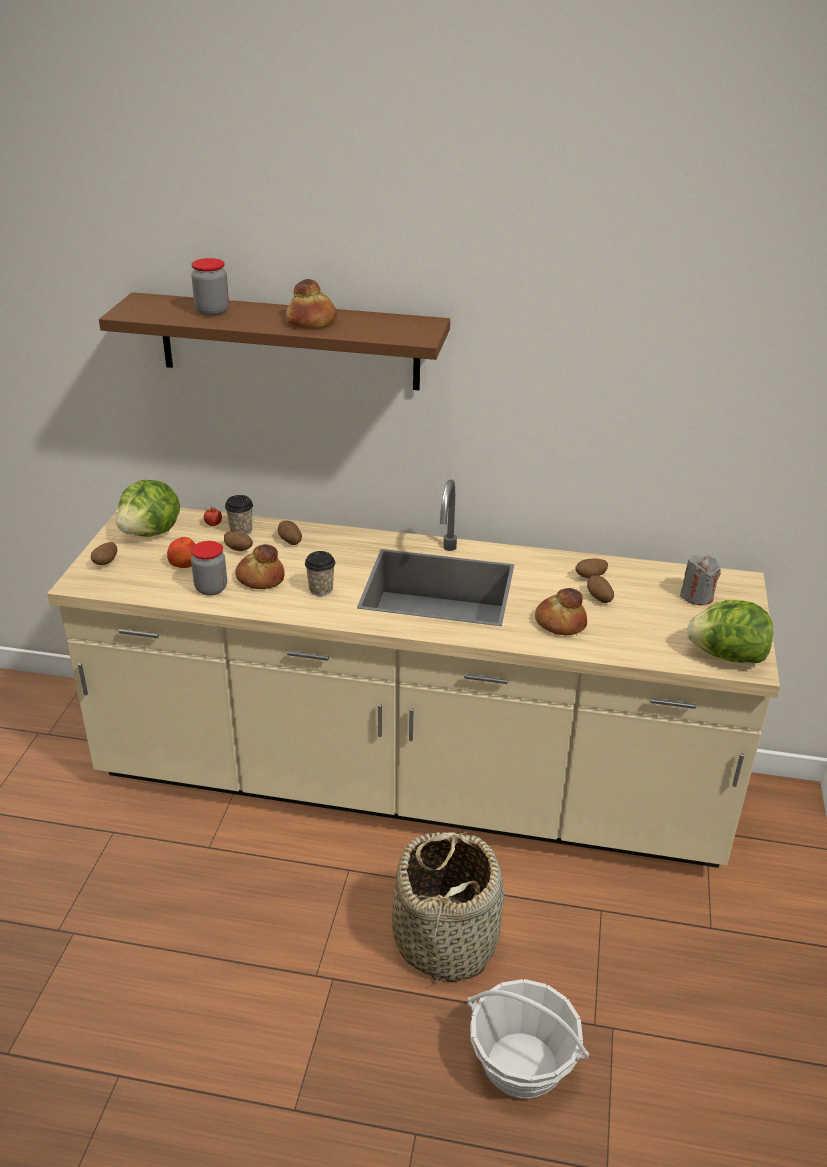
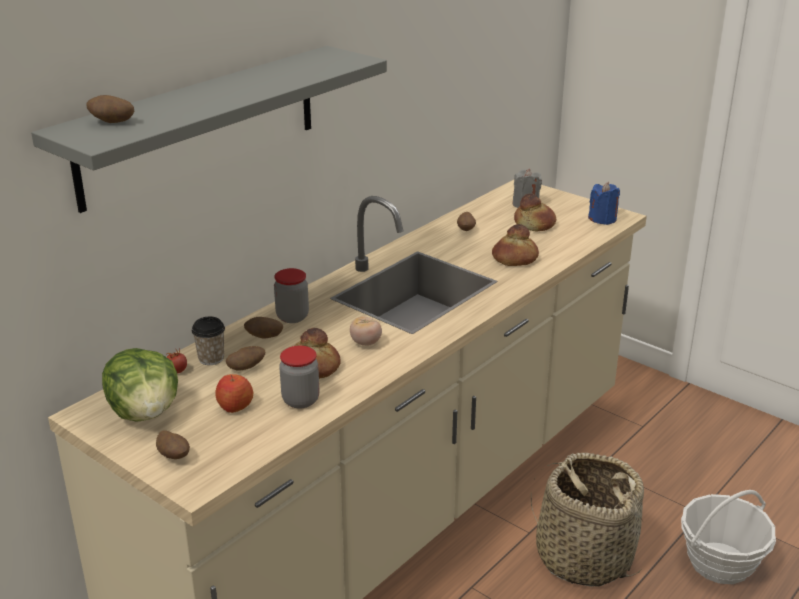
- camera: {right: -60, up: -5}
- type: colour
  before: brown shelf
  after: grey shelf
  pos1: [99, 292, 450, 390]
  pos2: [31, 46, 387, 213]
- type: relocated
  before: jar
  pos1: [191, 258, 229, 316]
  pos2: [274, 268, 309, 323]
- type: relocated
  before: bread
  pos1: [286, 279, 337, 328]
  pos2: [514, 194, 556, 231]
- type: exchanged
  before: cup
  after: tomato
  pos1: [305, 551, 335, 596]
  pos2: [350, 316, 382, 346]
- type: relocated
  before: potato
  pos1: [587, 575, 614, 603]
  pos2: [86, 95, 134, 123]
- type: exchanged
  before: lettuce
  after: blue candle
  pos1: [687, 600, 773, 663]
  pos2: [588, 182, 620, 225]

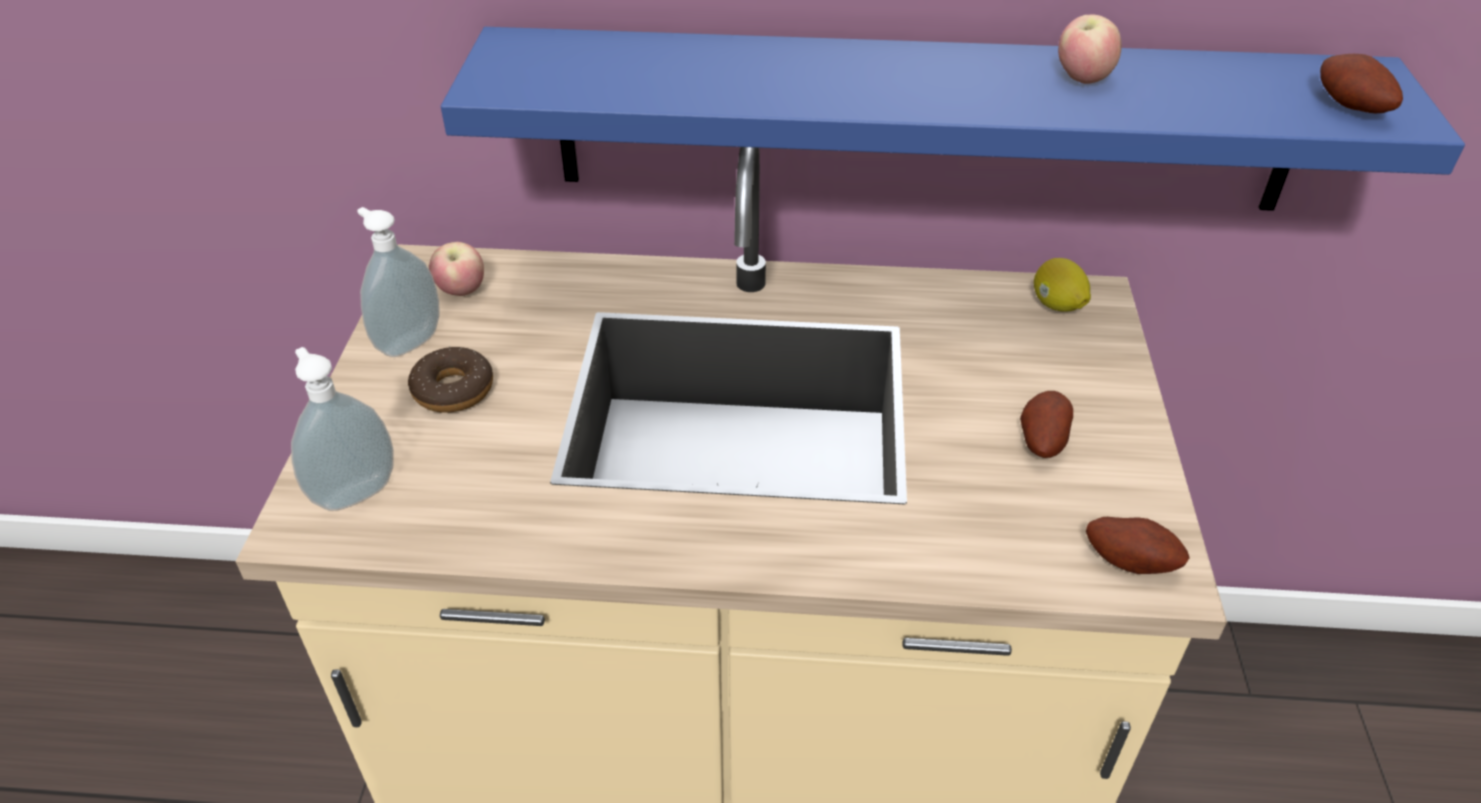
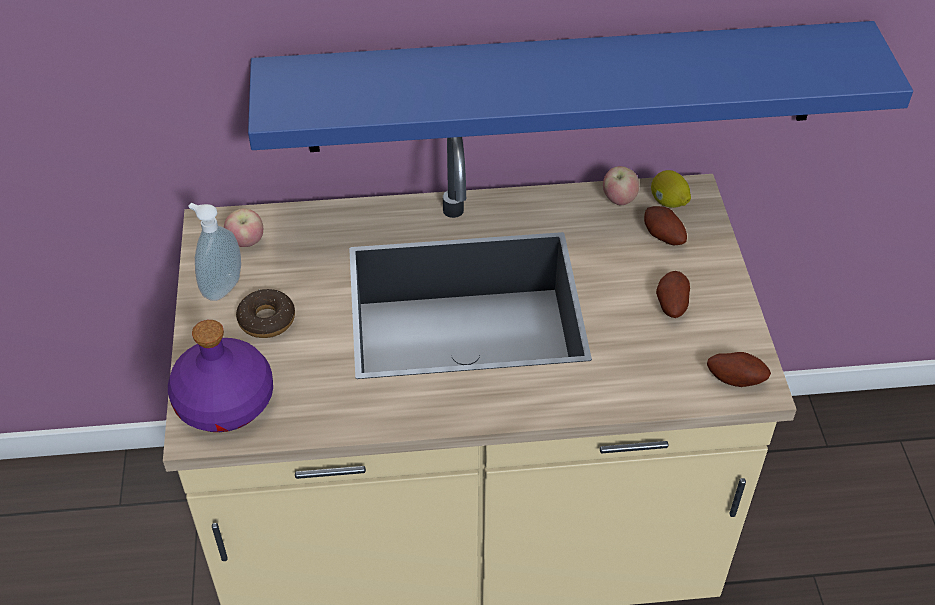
- camera: {right: -10, up: 5}
- type: exchanged
  before: soap dispenser
  after: purple bottle
  pos1: [291, 347, 394, 511]
  pos2: [168, 320, 273, 432]
- type: relocated
  before: apple
  pos1: [1058, 15, 1122, 84]
  pos2: [603, 166, 639, 205]
- type: relocated
  before: potato
  pos1: [1320, 54, 1403, 113]
  pos2: [644, 206, 687, 246]

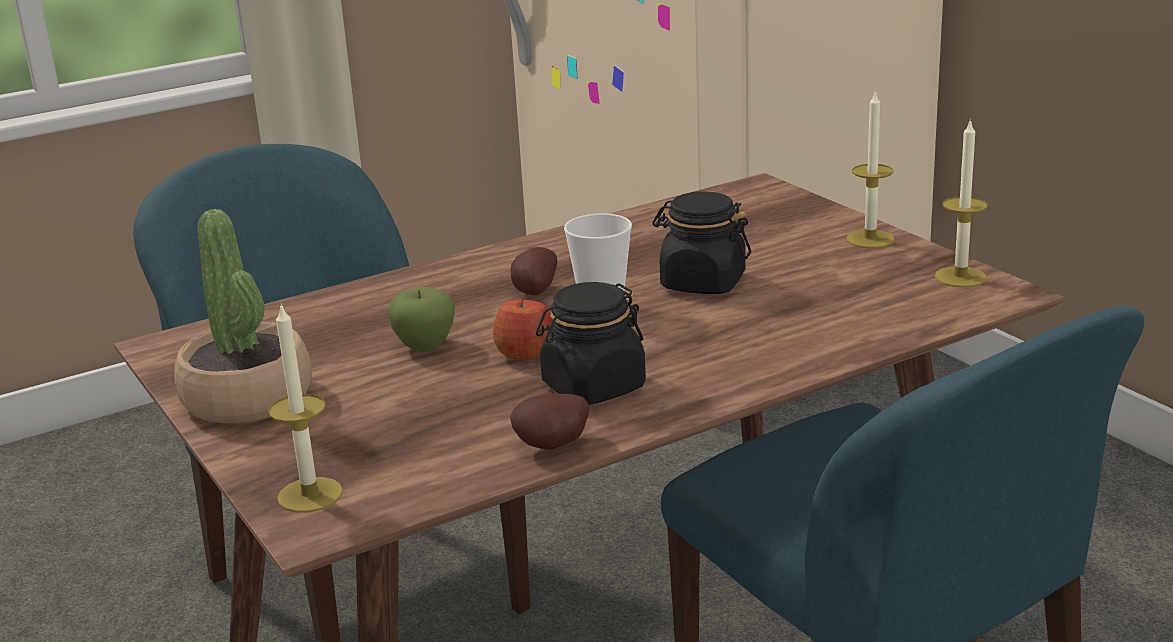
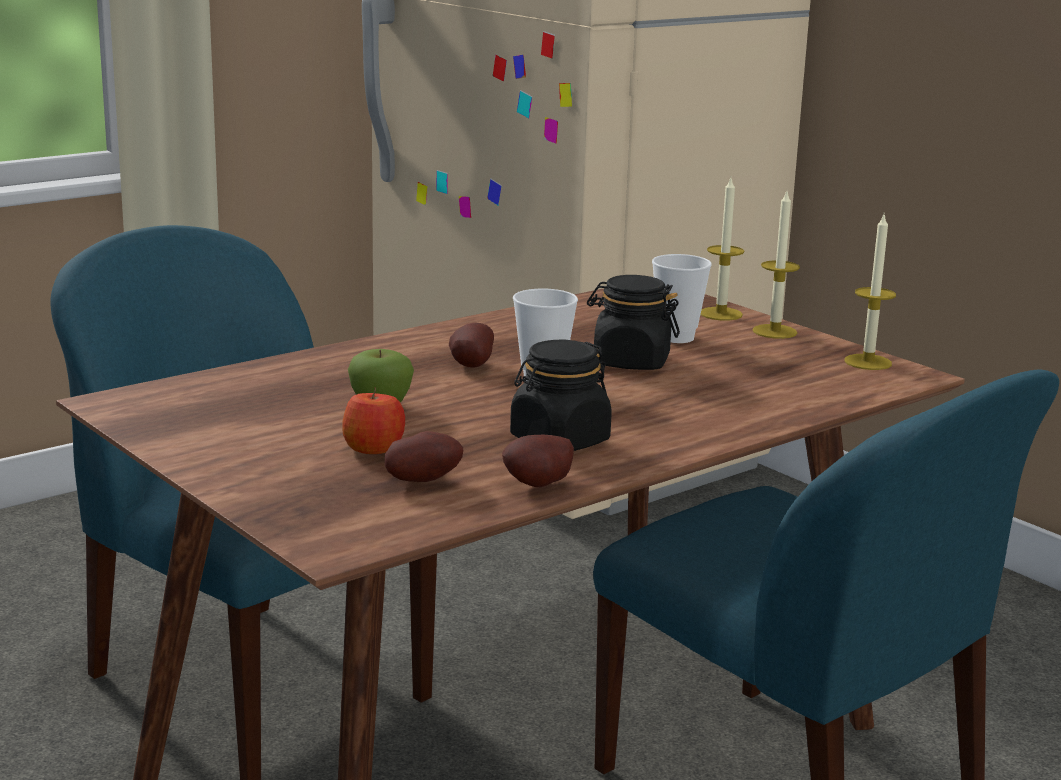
- camera: {right: -10, up: -5}
- type: missing
  before: potted plant
  pos1: [174, 209, 312, 424]
- type: relocated
  before: candle
  pos1: [268, 303, 343, 513]
  pos2: [700, 178, 744, 320]
- type: relocated
  before: apple
  pos1: [493, 296, 552, 360]
  pos2: [342, 387, 405, 454]
- type: appeared
  after: potato
  pos2: [385, 431, 463, 482]
- type: appeared
  after: cup
  pos2: [652, 254, 711, 343]

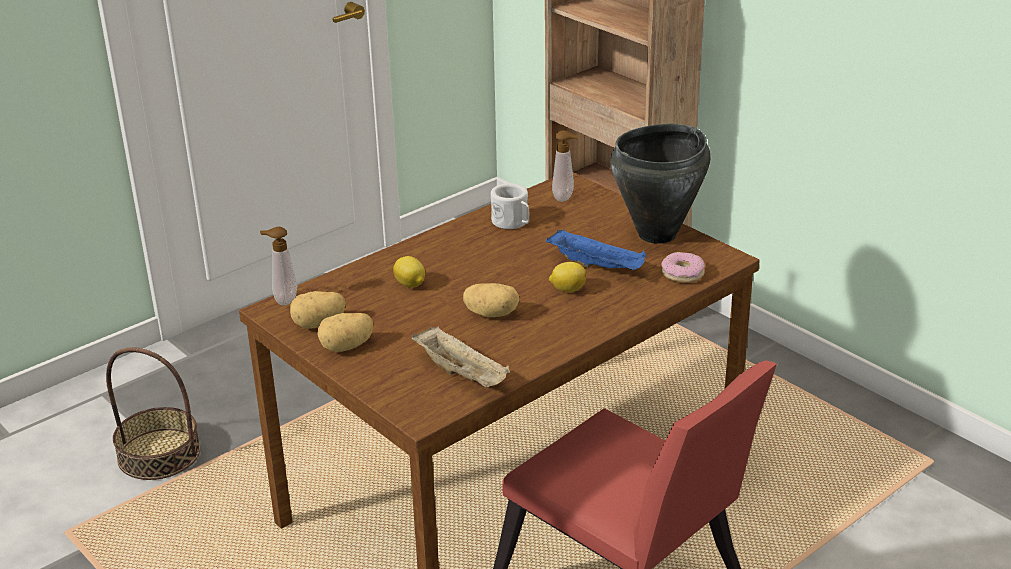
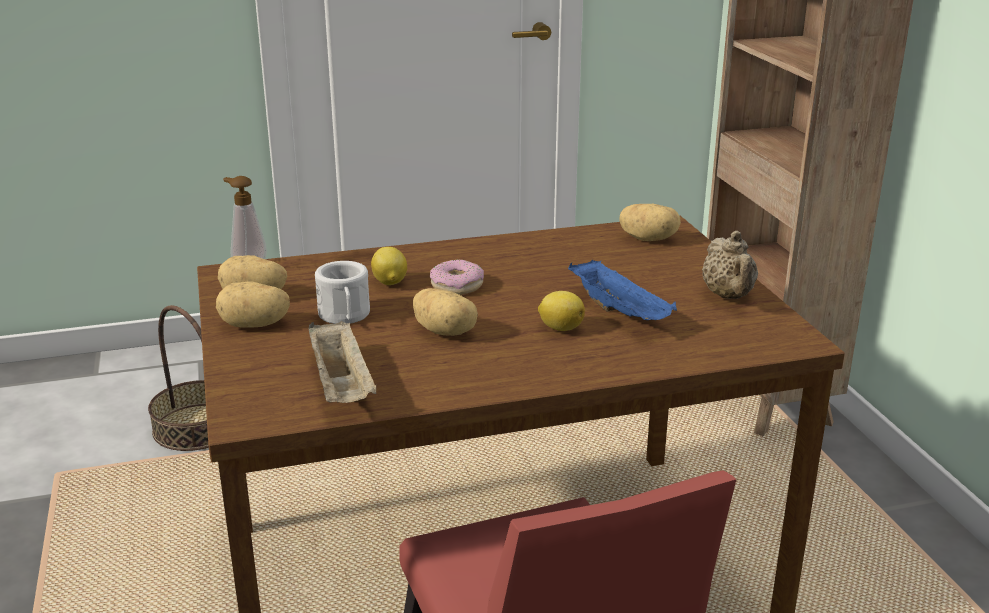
- camera: {right: 25, up: -5}
- type: relocated
  before: white mug
  pos1: [491, 183, 529, 229]
  pos2: [315, 261, 370, 324]
- type: exchanged
  before: soap dispenser
  after: potato
  pos1: [552, 130, 579, 202]
  pos2: [619, 204, 681, 241]
- type: exchanged
  before: black cooking pot
  after: beige teapot
  pos1: [610, 124, 710, 244]
  pos2: [702, 231, 758, 299]
- type: relocated
  before: donut
  pos1: [661, 252, 705, 283]
  pos2: [430, 259, 484, 295]

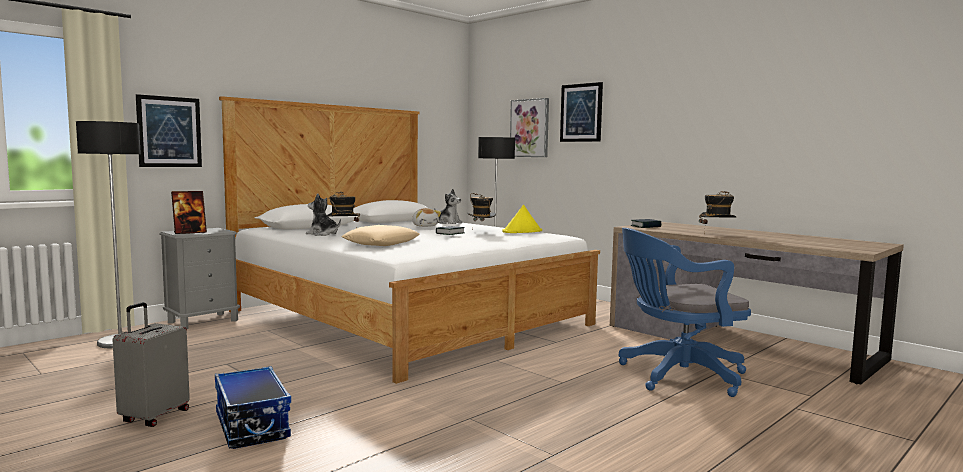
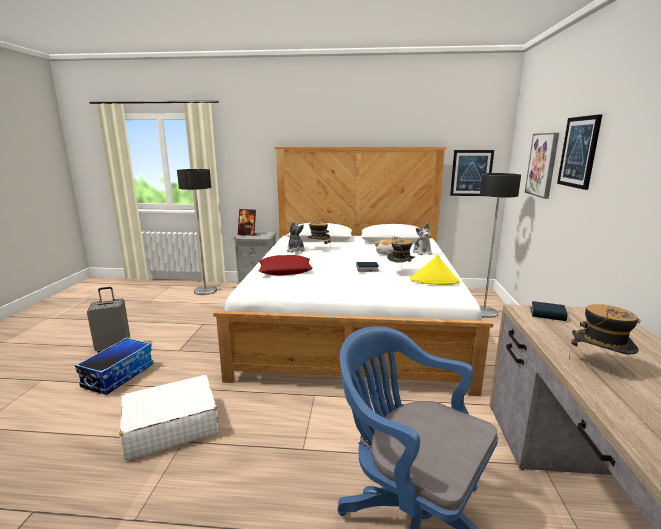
- camera: {right: 50, up: 10}
- type: relocated
  before: picture
  pos1: [136, 94, 202, 167]
  pos2: [450, 150, 494, 196]
- type: colour
  before: beige pillow
  after: red pillow
  pos1: [341, 225, 420, 246]
  pos2: [259, 255, 313, 276]
- type: appeared
  after: white suitcase
  pos2: [119, 375, 218, 460]

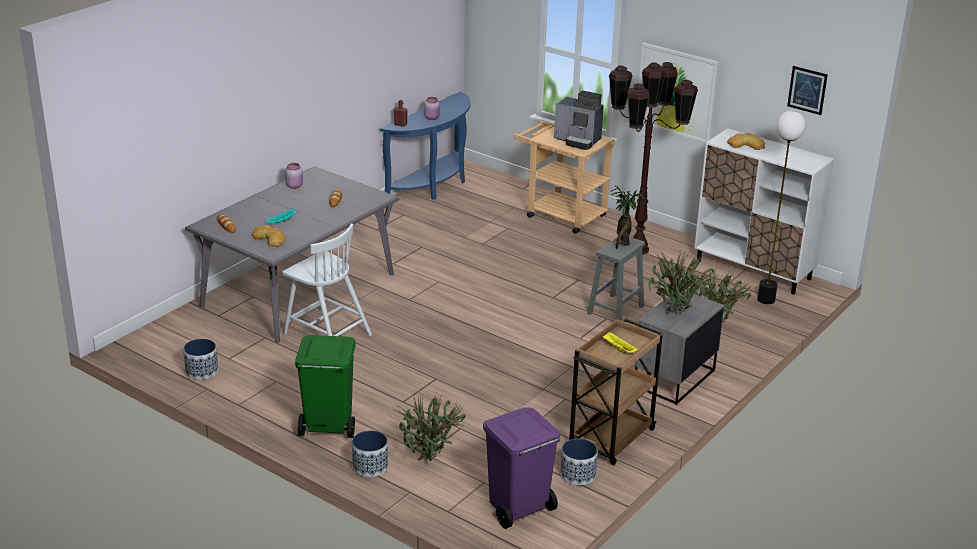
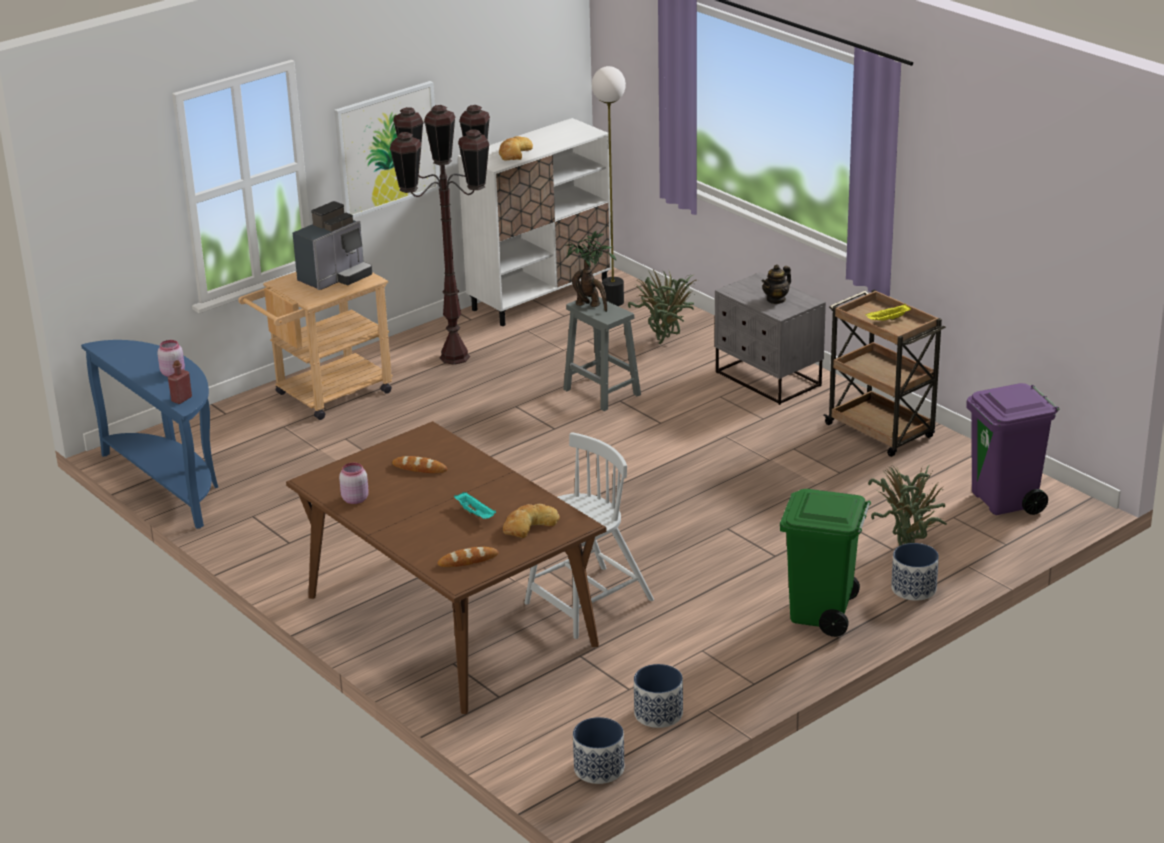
- camera: {right: -75, up: 0}
- type: colour
  before: grey dining table
  after: brown dining table
  pos1: [185, 166, 400, 343]
  pos2: [286, 421, 607, 714]
- type: relocated
  before: planter
  pos1: [560, 439, 598, 485]
  pos2: [573, 717, 624, 784]
- type: exchanged
  before: potted plant
  after: teapot
  pos1: [649, 250, 716, 313]
  pos2: [761, 264, 791, 304]
- type: missing
  before: picture
  pos1: [787, 66, 828, 115]

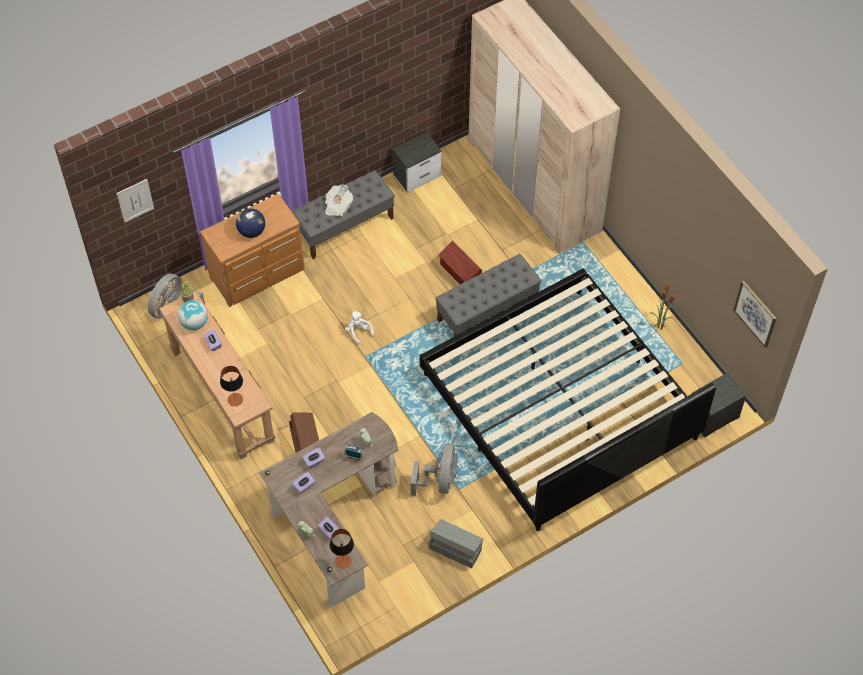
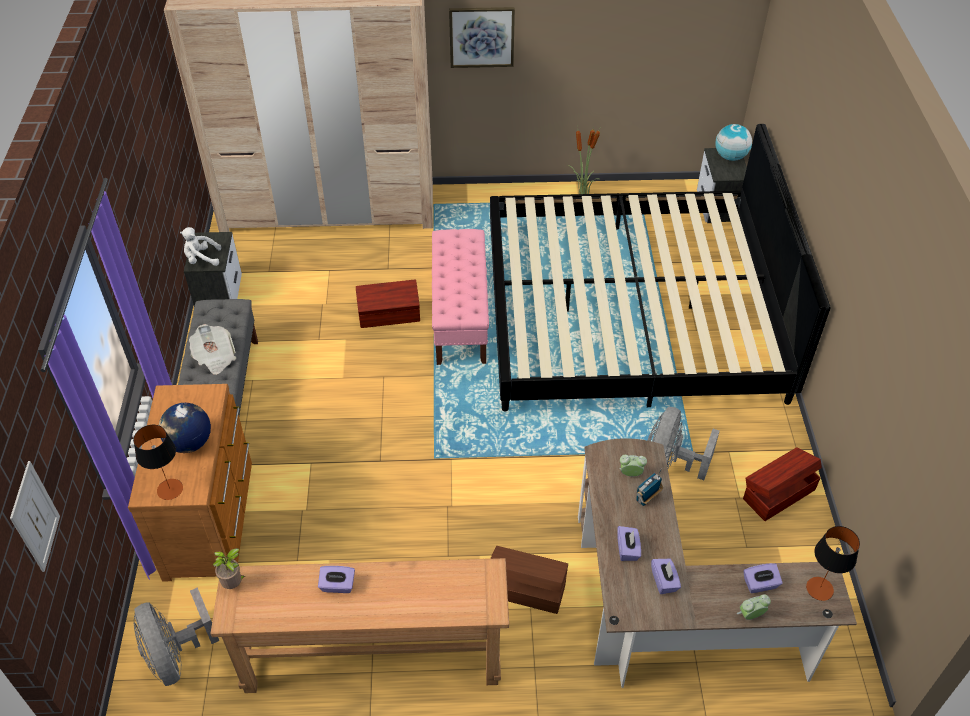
- camera: {right: -60, up: -10}
- type: relocated
  before: globe
  pos1: [178, 300, 208, 330]
  pos2: [715, 124, 752, 161]
- type: relocated
  before: table lamp
  pos1: [220, 366, 243, 407]
  pos2: [133, 425, 183, 500]
- type: relocated
  before: white plush toy
  pos1: [345, 310, 374, 345]
  pos2: [180, 227, 221, 266]
- type: spun
  before: grey fan
  pos1: [411, 443, 458, 496]
  pos2: [648, 407, 720, 480]
  turn: -105
- type: colour
  before: grey storage box
  after: brown storage box
  pos1: [429, 519, 483, 569]
  pos2: [743, 447, 822, 521]
- type: colour
  before: grey bench
  after: pink bench
  pos1: [435, 254, 542, 337]
  pos2: [432, 229, 489, 365]
- type: relocated
  before: picture
  pos1: [733, 280, 777, 348]
  pos2: [449, 7, 515, 68]

